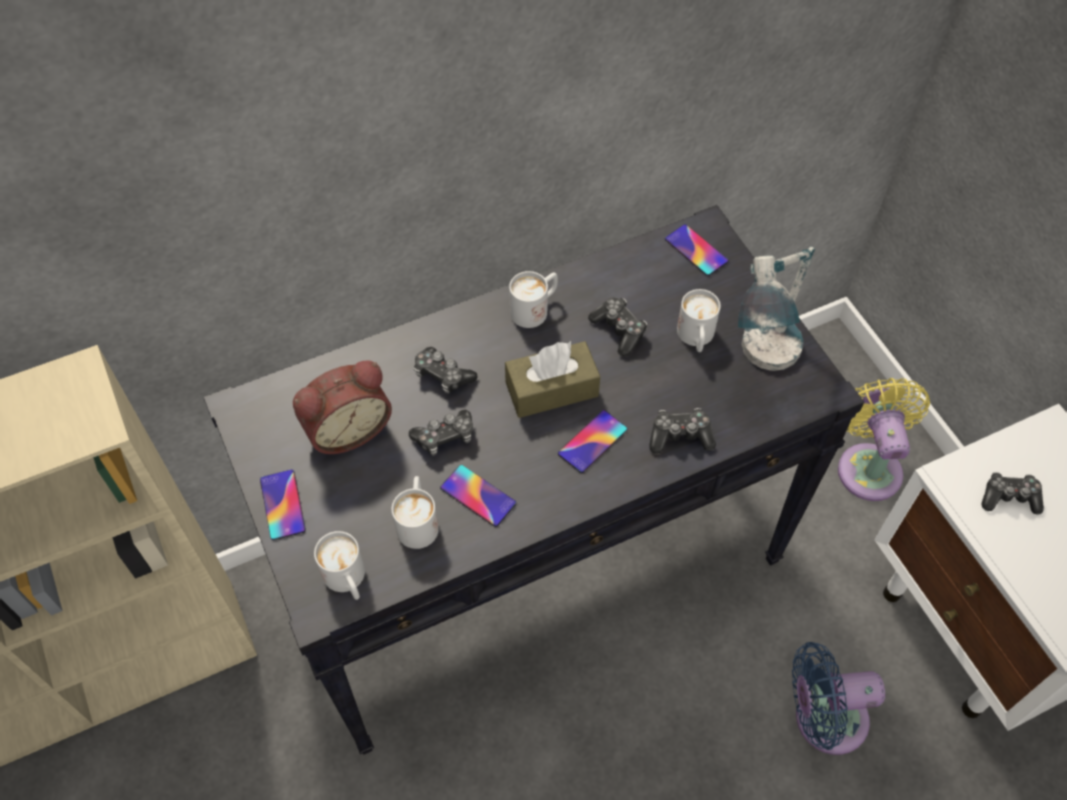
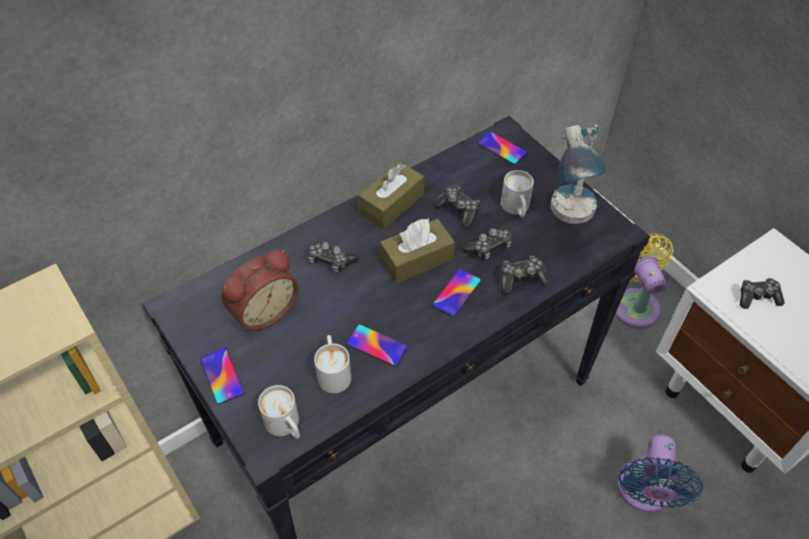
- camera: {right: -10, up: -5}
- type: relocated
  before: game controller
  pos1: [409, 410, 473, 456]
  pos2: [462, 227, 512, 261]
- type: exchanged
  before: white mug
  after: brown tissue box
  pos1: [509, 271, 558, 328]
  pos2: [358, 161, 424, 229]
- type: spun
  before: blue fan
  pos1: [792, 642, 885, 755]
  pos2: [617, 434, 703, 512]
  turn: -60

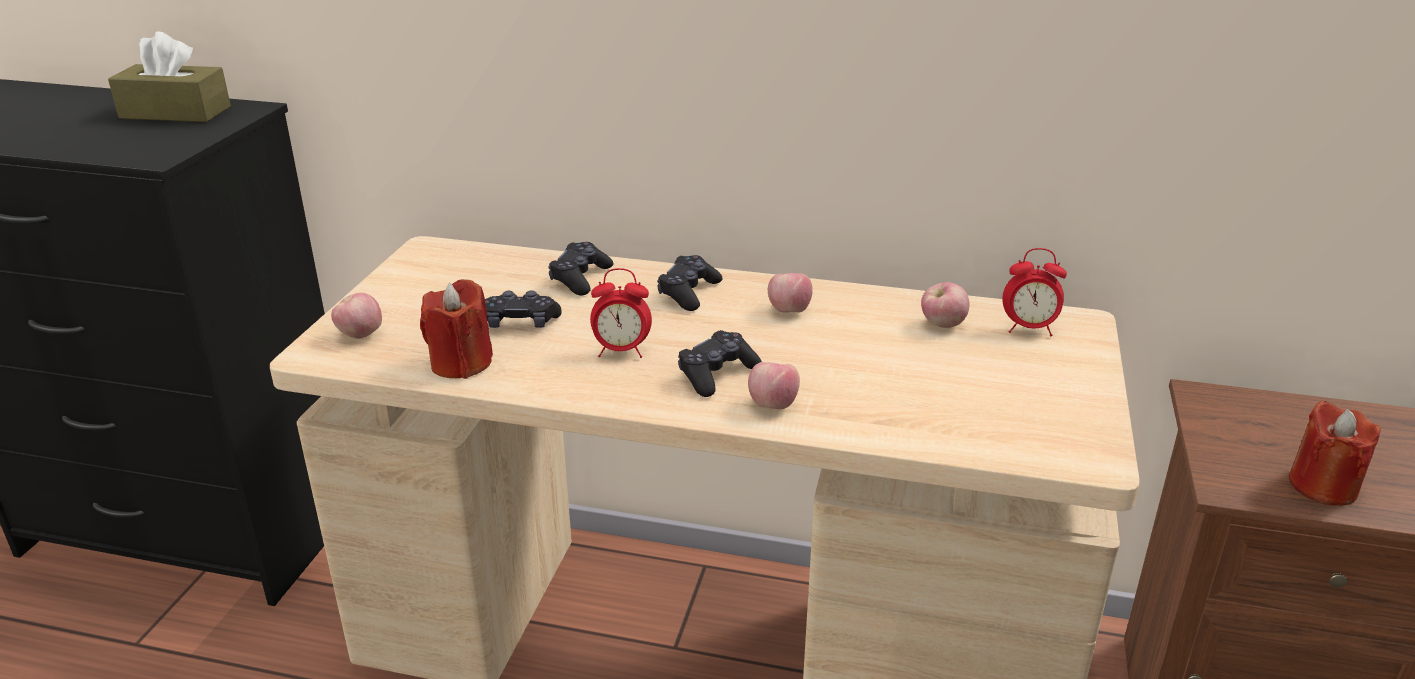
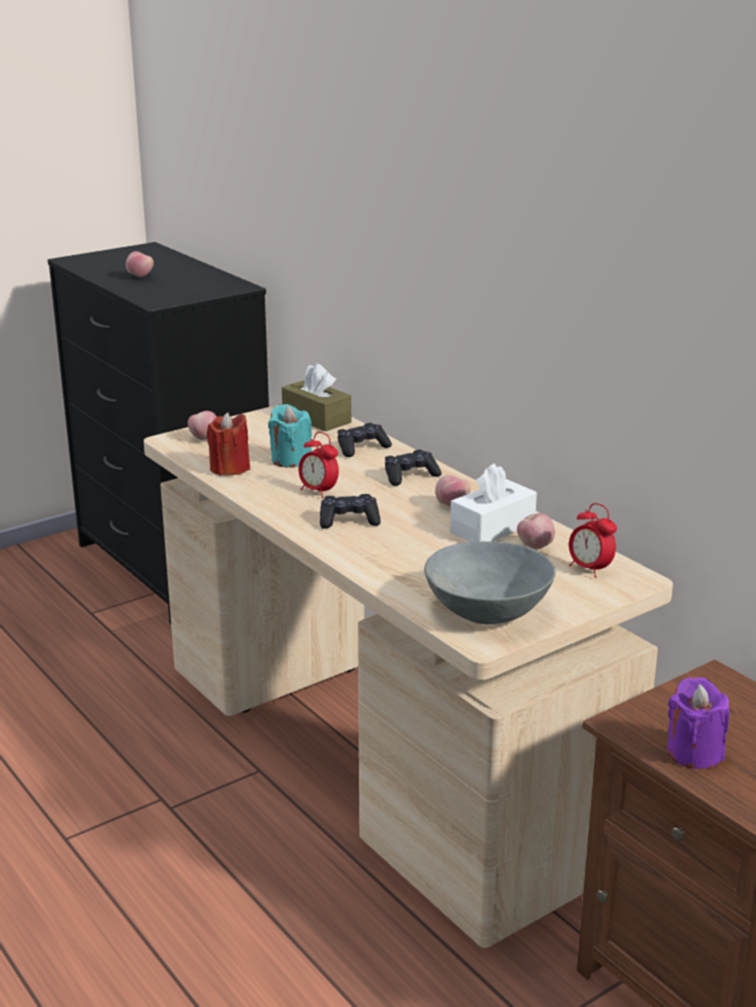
- camera: {right: 40, up: -5}
- type: relocated
  before: brown tissue box
  pos1: [108, 31, 231, 122]
  pos2: [282, 363, 351, 431]
- type: exchanged
  before: black game controller
  after: turquoise candle
  pos1: [485, 291, 562, 328]
  pos2: [268, 404, 312, 468]
- type: relocated
  before: apple
  pos1: [748, 362, 800, 409]
  pos2: [126, 251, 154, 278]
- type: colour
  before: red candle
  after: purple candle
  pos1: [1289, 400, 1381, 506]
  pos2: [667, 677, 730, 769]
- type: appeared
  after: grey bowl
  pos2: [424, 541, 556, 624]
- type: appeared
  after: white tissue box
  pos2: [450, 463, 537, 542]

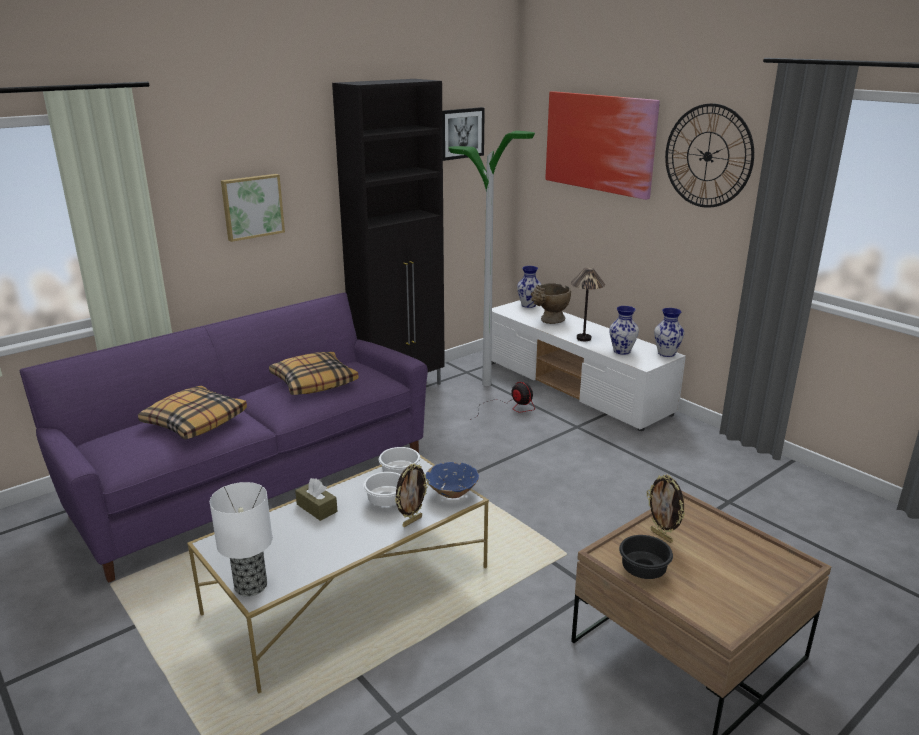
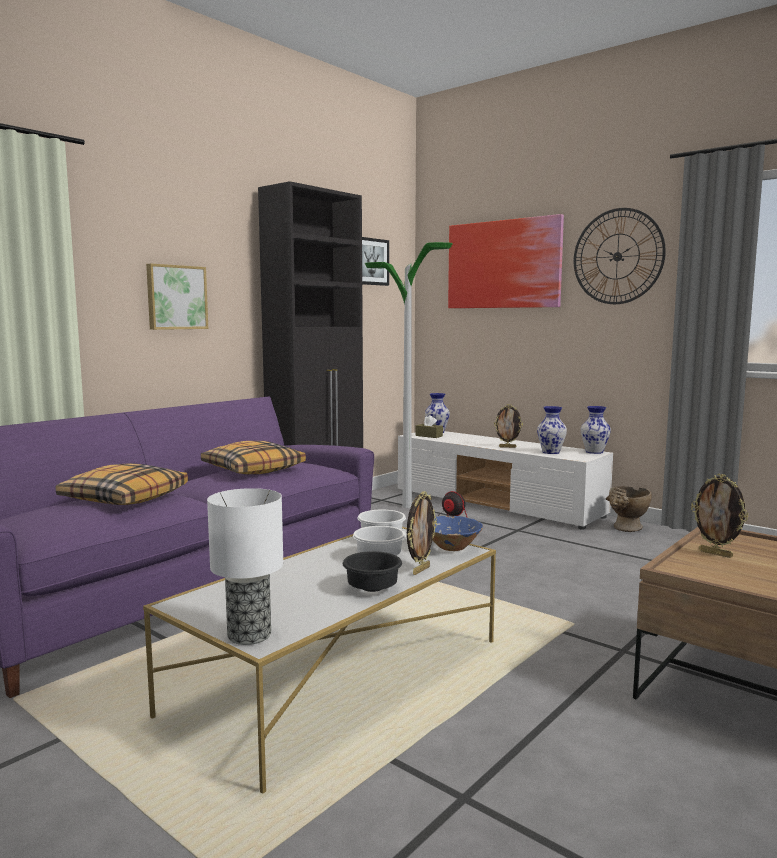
- camera: {right: -10, up: -15}
- type: relocated
  before: brown tissue box
  pos1: [295, 478, 338, 521]
  pos2: [415, 415, 443, 438]
- type: relocated
  before: beige vase
  pos1: [531, 283, 571, 324]
  pos2: [606, 486, 652, 532]
- type: exchanged
  before: table lamp
  after: picture frame
  pos1: [571, 267, 605, 341]
  pos2: [494, 404, 523, 448]
- type: relocated
  before: black bowl
  pos1: [619, 535, 673, 579]
  pos2: [343, 551, 402, 592]

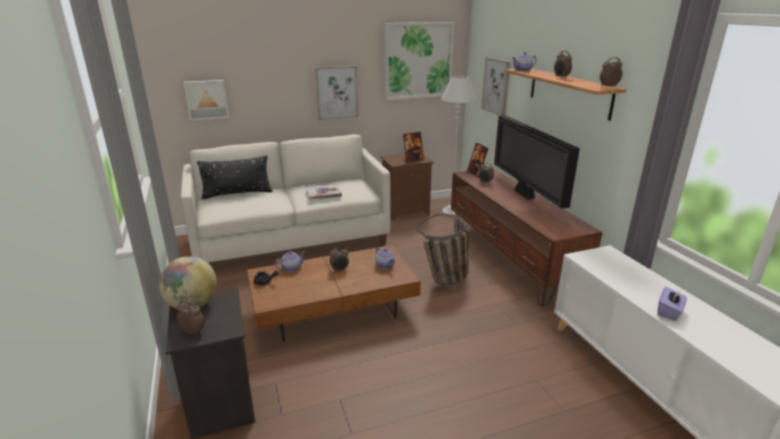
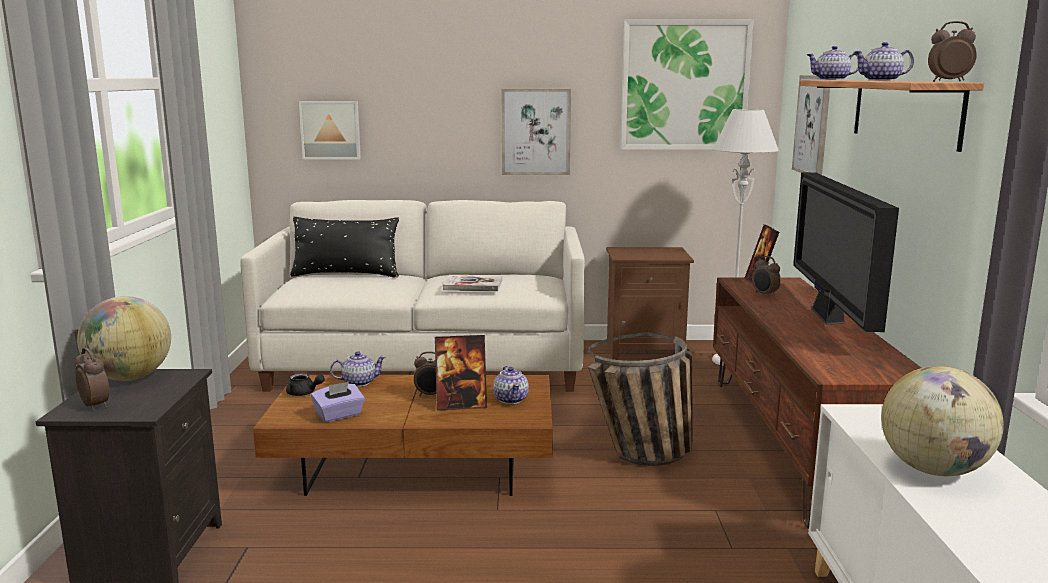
- camera: {right: 20, up: -10}
- type: relocated
  before: picture frame
  pos1: [403, 132, 424, 163]
  pos2: [435, 335, 487, 410]
- type: exchanged
  before: alarm clock
  after: teapot
  pos1: [554, 51, 572, 79]
  pos2: [854, 42, 914, 81]
- type: relocated
  before: purple tissue box
  pos1: [658, 287, 687, 321]
  pos2: [311, 382, 365, 422]
- type: appeared
  after: globe
  pos2: [881, 366, 1004, 476]

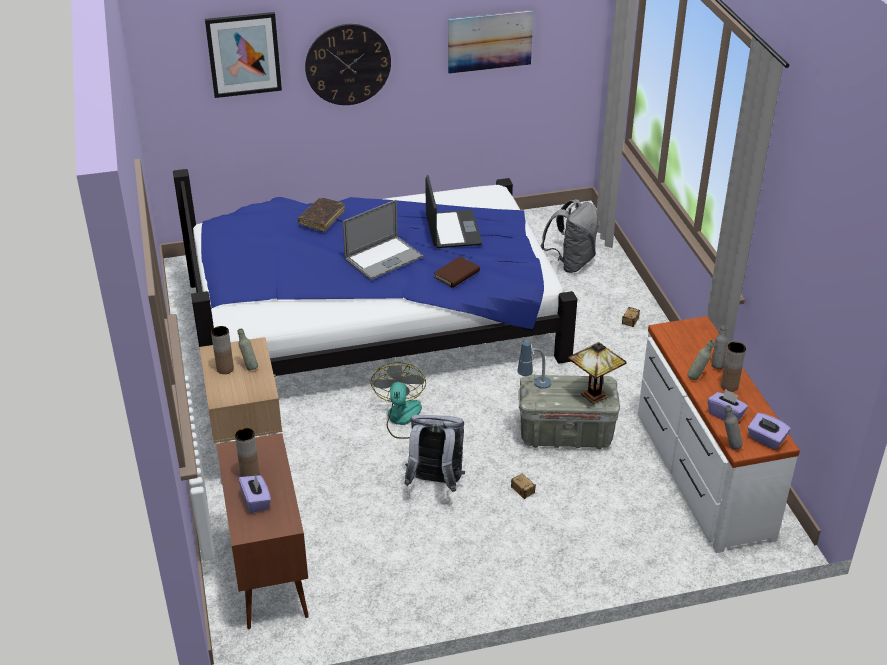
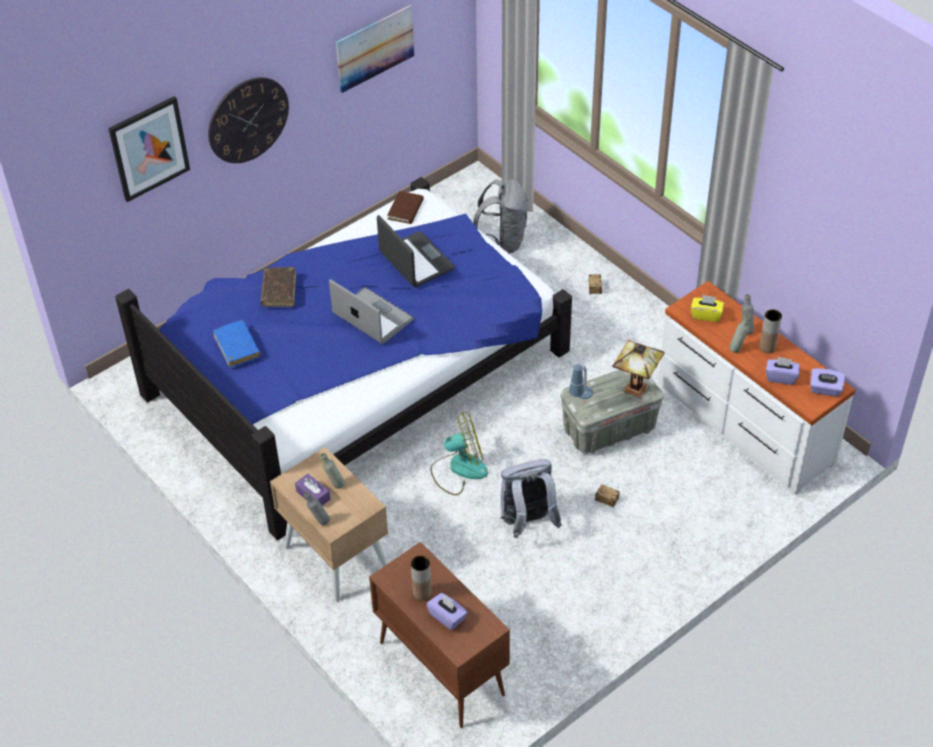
- camera: {right: -25, up: 10}
- type: exchanged
  before: brown vase
  after: purple tissue box
  pos1: [211, 326, 234, 374]
  pos2: [295, 473, 330, 506]
- type: spun
  before: laptop
  pos1: [342, 200, 423, 280]
  pos2: [329, 279, 414, 344]
  turn: -75
- type: spun
  before: fan
  pos1: [371, 362, 426, 439]
  pos2: [430, 412, 488, 495]
  turn: 105
- type: relocated
  before: brown book
  pos1: [434, 256, 480, 288]
  pos2: [387, 191, 424, 224]
- type: relocated
  before: grey bottle
  pos1: [724, 405, 743, 450]
  pos2: [304, 492, 330, 525]
- type: appeared
  after: blue book
  pos2: [213, 320, 261, 368]
- type: appeared
  after: yellow tissue box
  pos2: [691, 294, 724, 322]

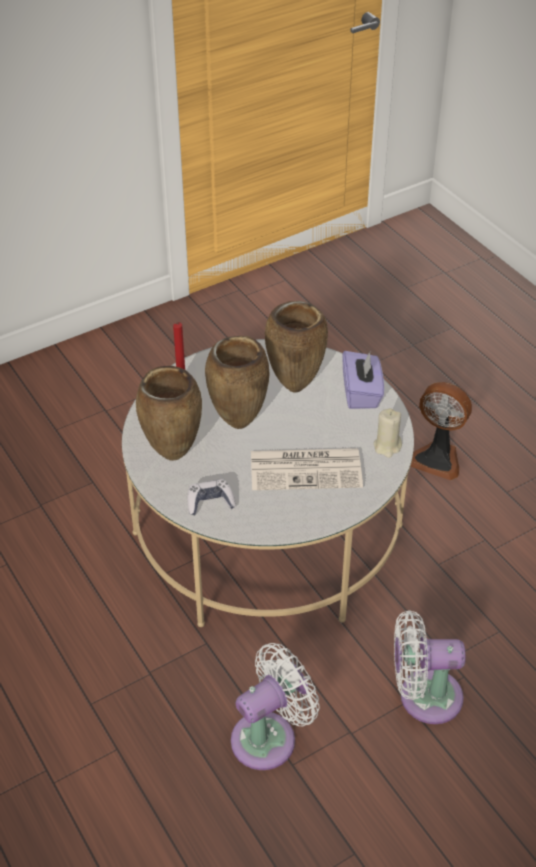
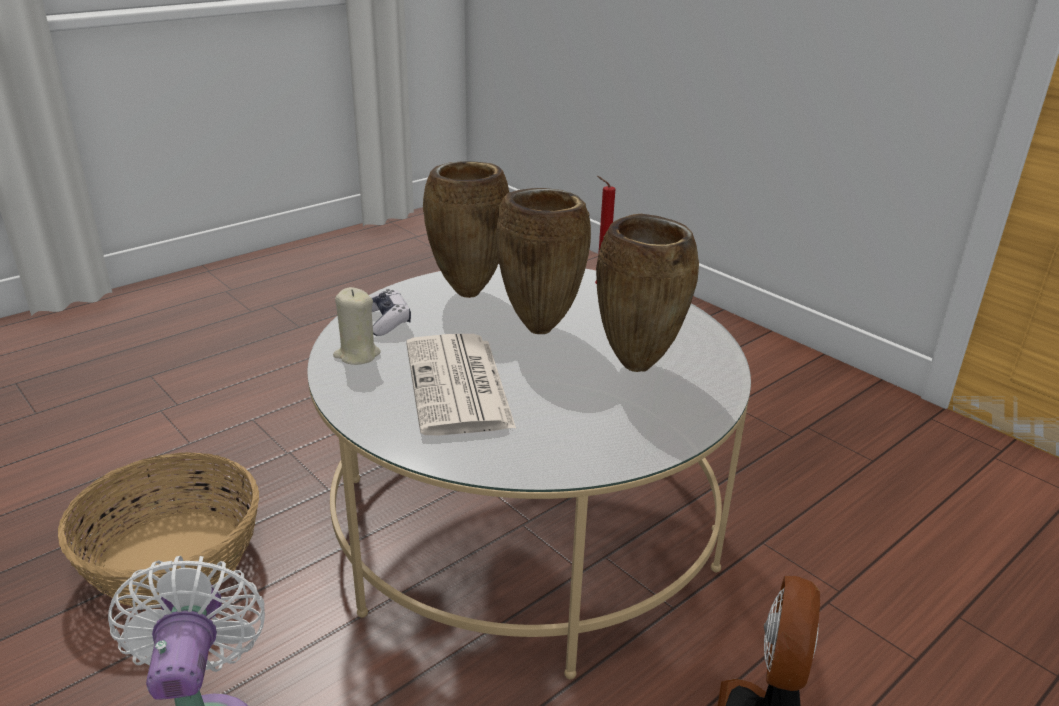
- camera: {right: 80, up: -15}
- type: exchanged
  before: white fan
  after: basket
  pos1: [231, 643, 319, 770]
  pos2: [58, 452, 259, 609]
- type: missing
  before: purple tissue box
  pos1: [342, 350, 384, 409]
- type: relocated
  before: beige candle
  pos1: [373, 408, 402, 458]
  pos2: [333, 287, 381, 365]

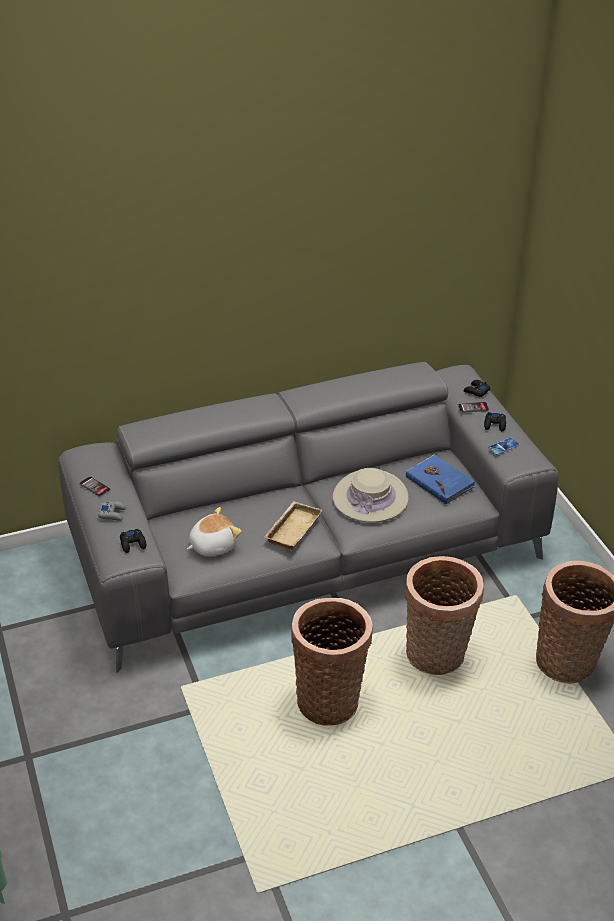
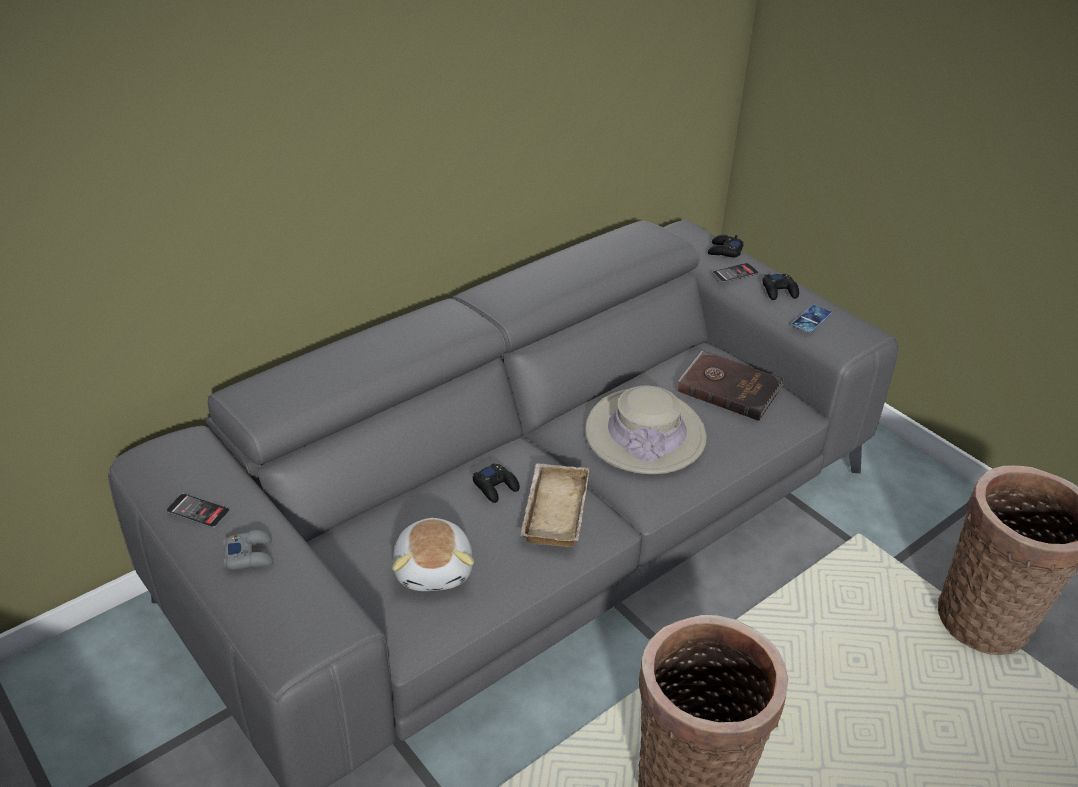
- camera: {right: -20, up: 0}
- type: relocated
  before: black game controller
  pos1: [120, 529, 146, 553]
  pos2: [473, 463, 520, 503]
- type: spun
  before: plush toy
  pos1: [187, 507, 241, 556]
  pos2: [392, 518, 474, 591]
  turn: 135
- type: missing
  before: basket
  pos1: [405, 556, 484, 675]
- type: colour
  before: blue book
  after: brown book
  pos1: [406, 455, 476, 504]
  pos2: [678, 351, 784, 421]

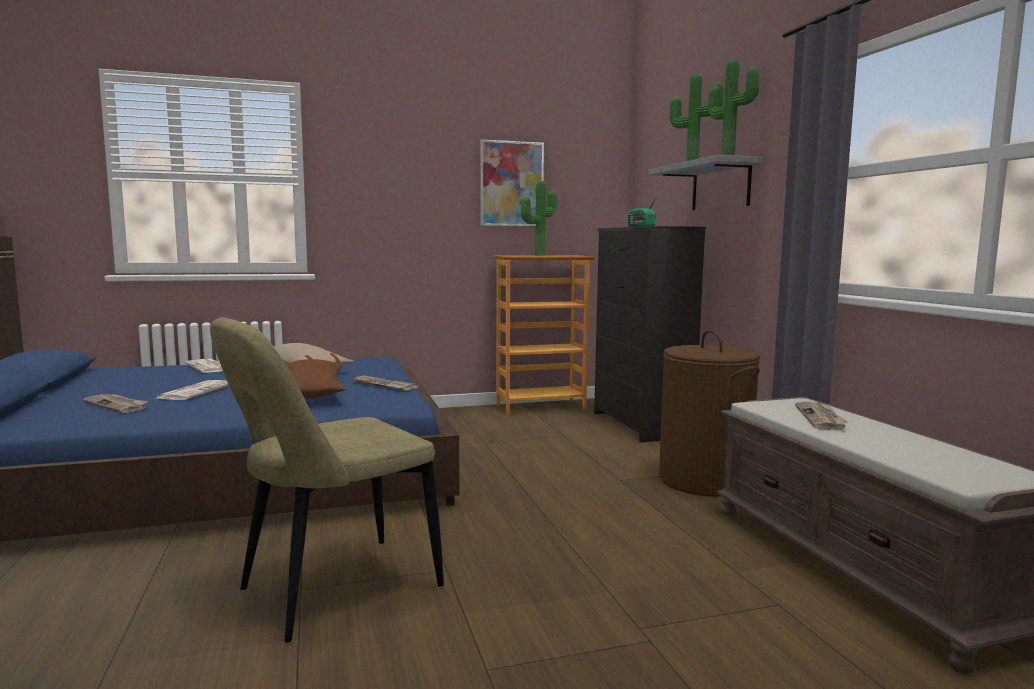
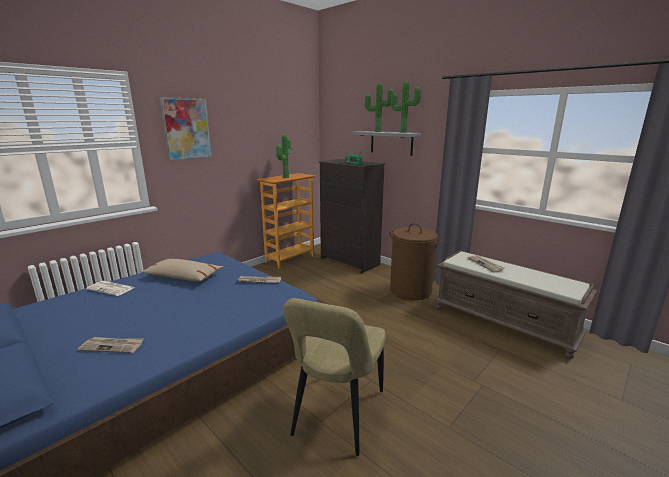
- camera: {right: -30, up: 10}
- type: missing
  before: newspaper
  pos1: [154, 380, 229, 400]
- type: missing
  before: brown pillow
  pos1: [286, 359, 346, 399]
- type: relocated
  before: picture
  pos1: [480, 139, 544, 226]
  pos2: [159, 97, 212, 161]

